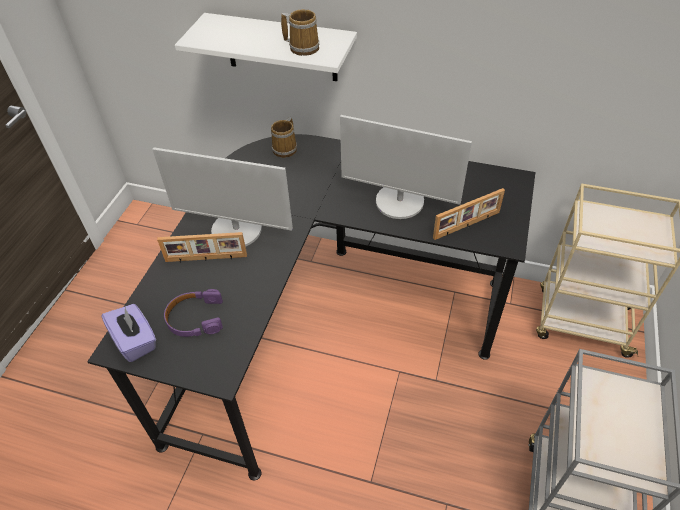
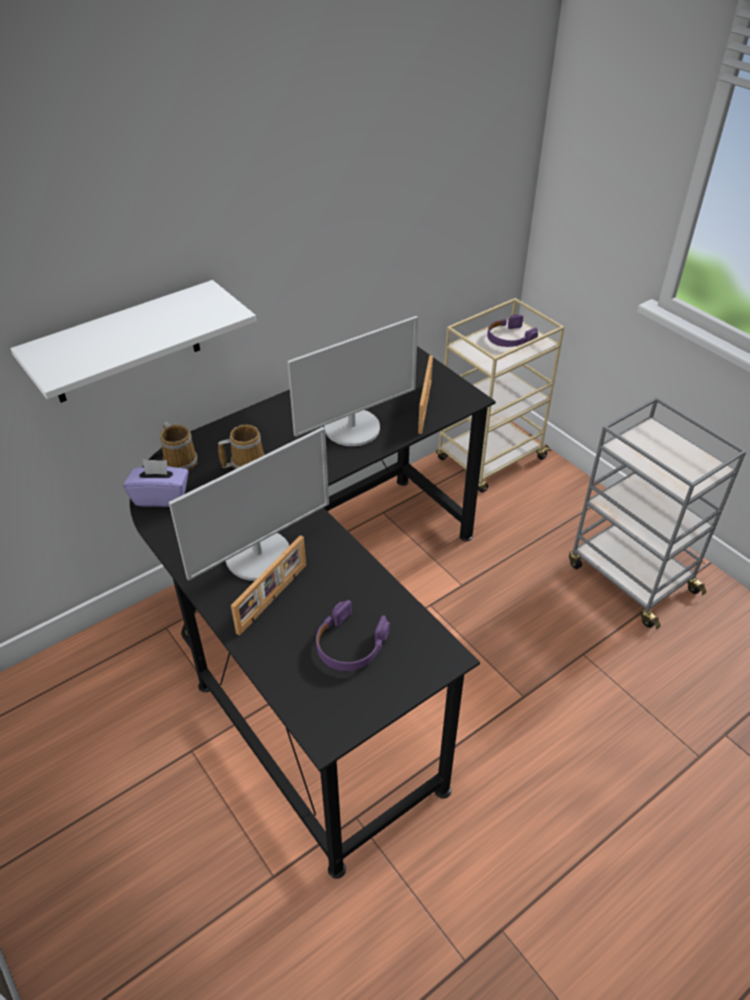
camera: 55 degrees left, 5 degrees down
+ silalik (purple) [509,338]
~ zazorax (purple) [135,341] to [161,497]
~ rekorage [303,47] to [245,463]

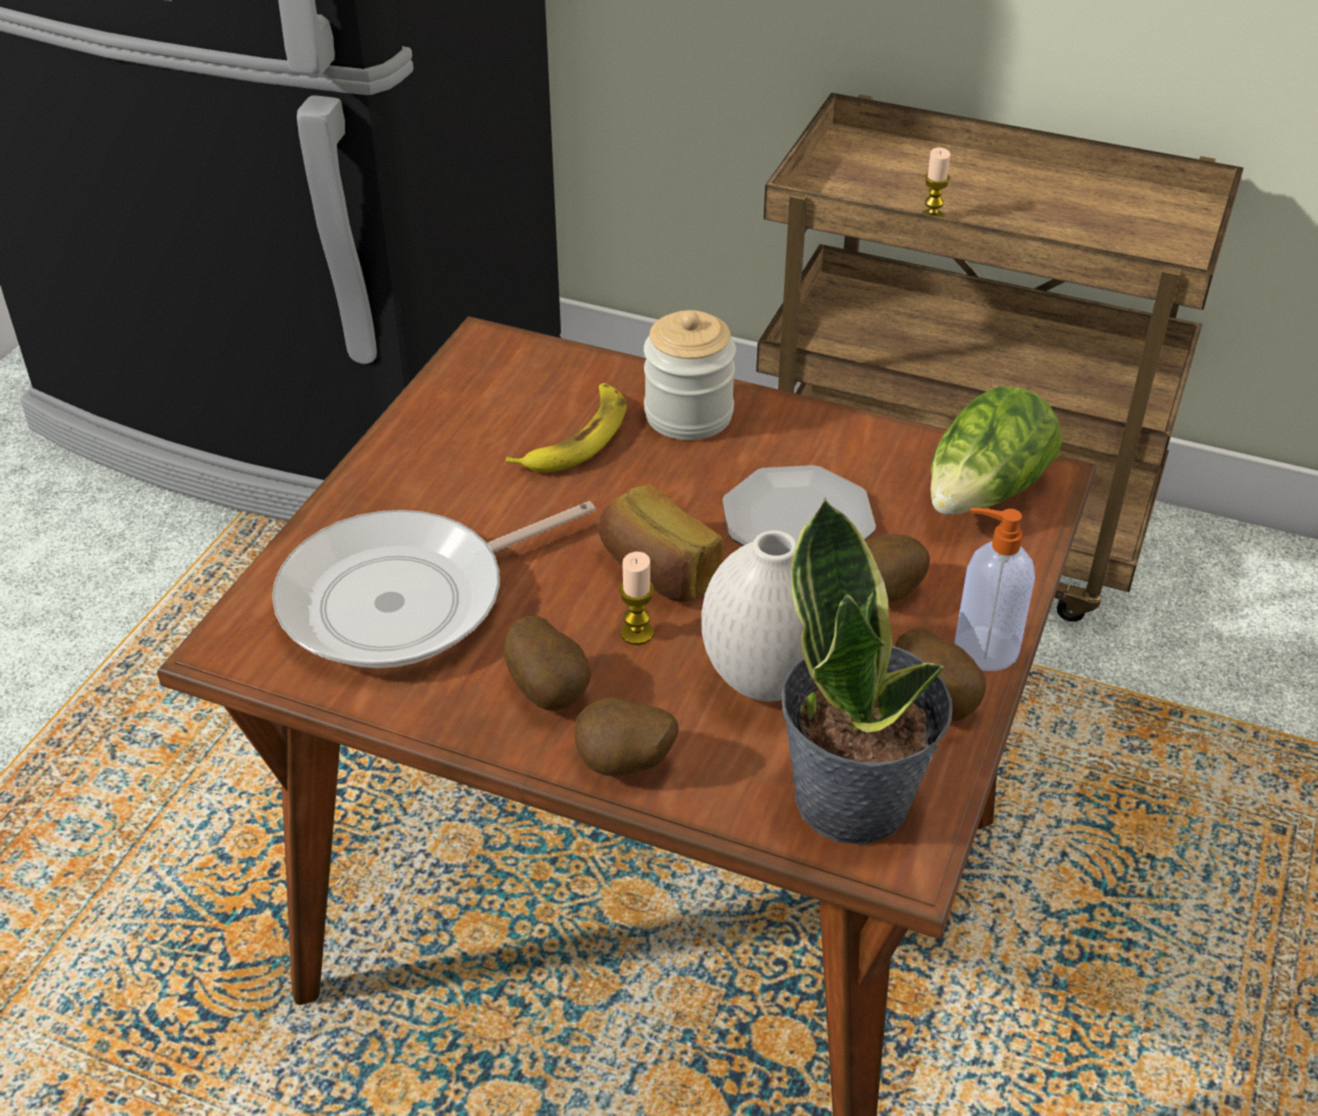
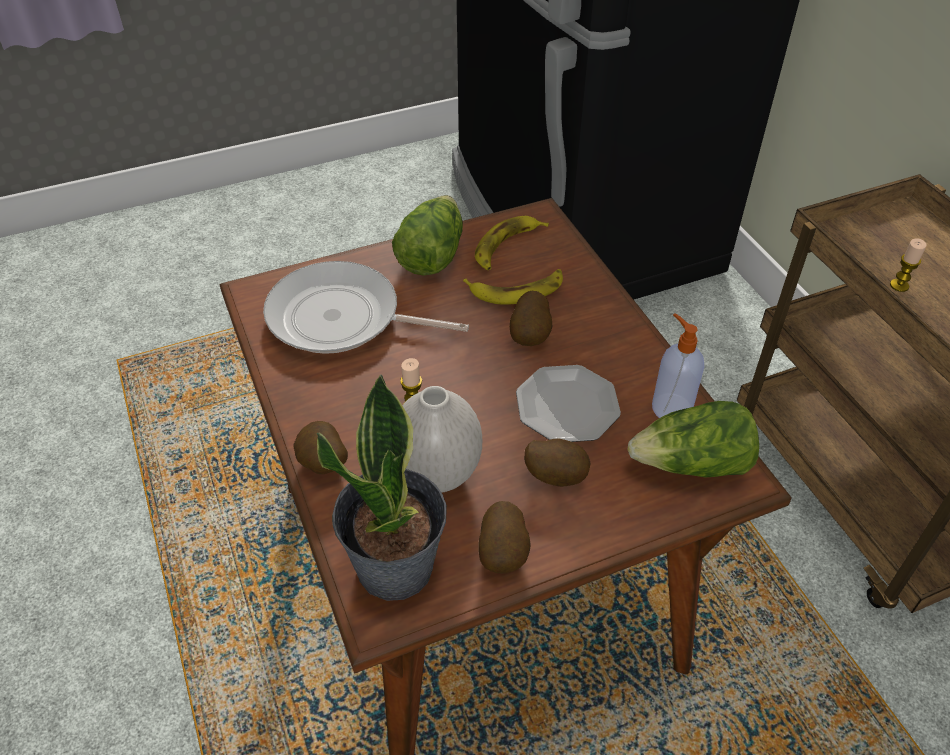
camera: 45 degrees right, 5 degrees up
- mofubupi [657,571]
- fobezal [688,415]
+ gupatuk [431,254]
+ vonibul [506,247]
~ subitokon [550,691] to [531,336]
~ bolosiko [983,649] to [670,407]

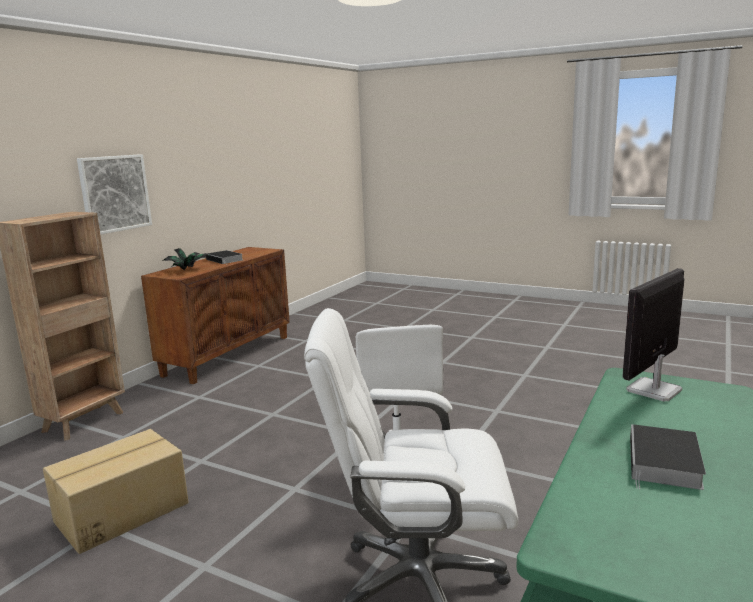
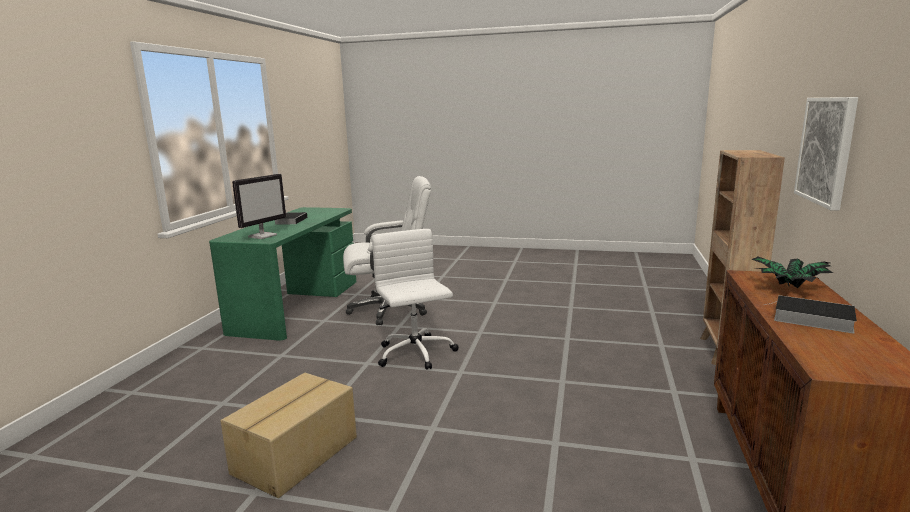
camera: 165 degrees right, 0 degrees up
~ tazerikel [121,512] to [297,455]

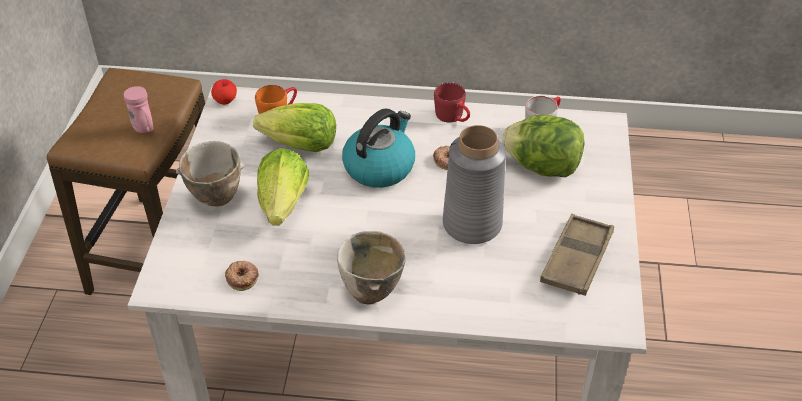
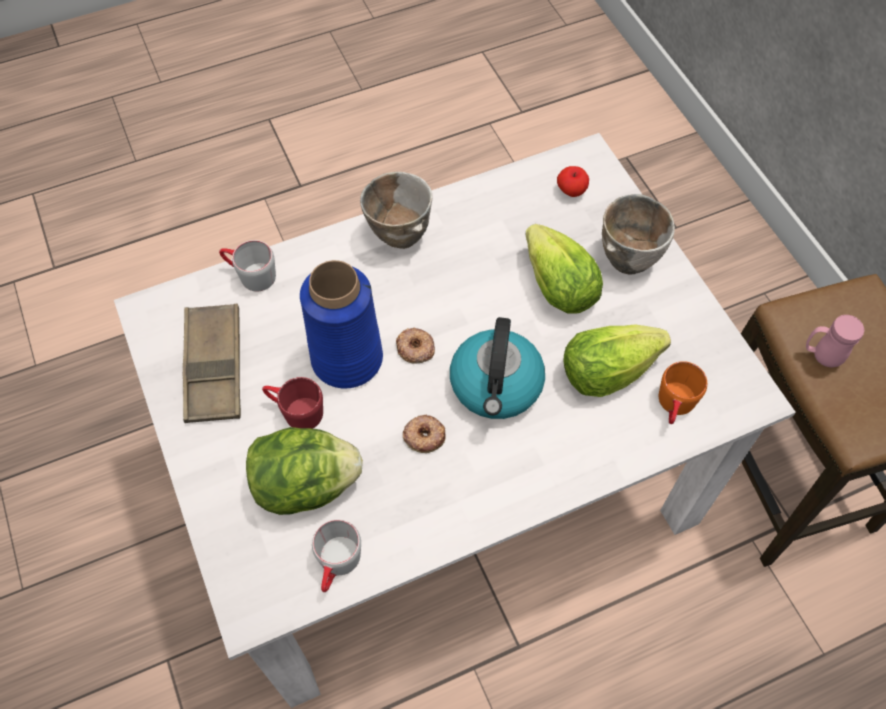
camera: 150 degrees right, 15 degrees up
+ rekorage (grey) [250,275]
~ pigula [225,101] to [571,191]
~ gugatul [242,277] to [415,348]
~ rekorage (red) [453,117] to [295,411]
~ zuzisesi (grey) [472,224] to zuzisesi (blue) [346,358]

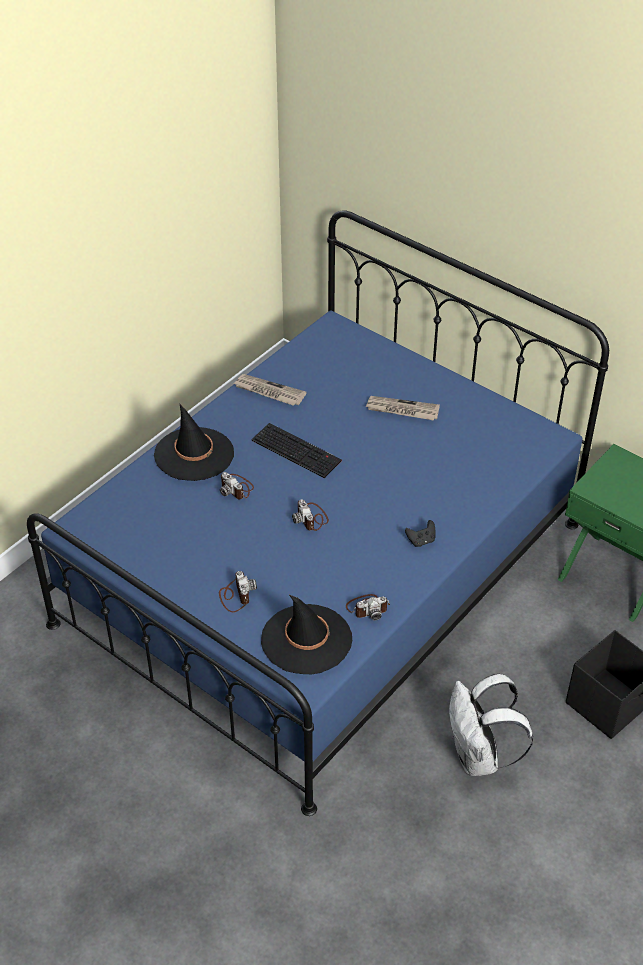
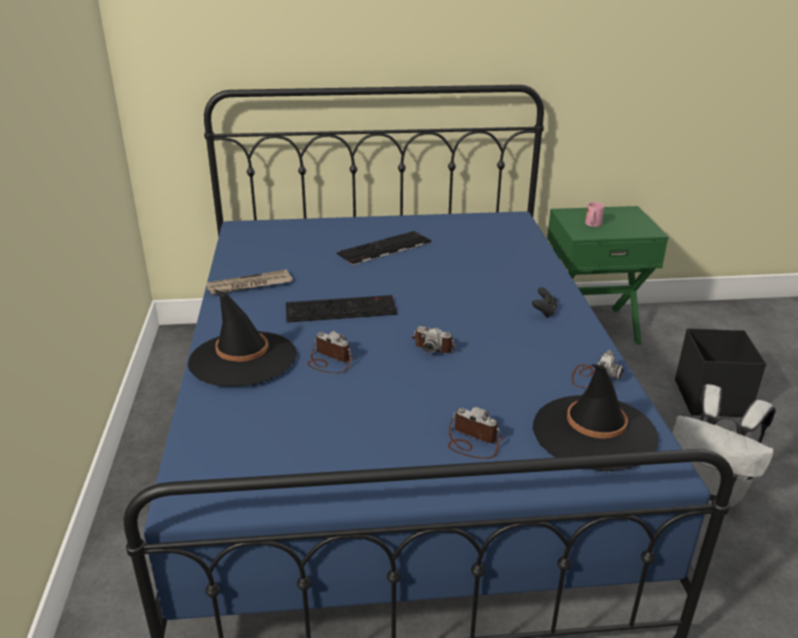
camera: 45 degrees left, 15 degrees down
+ rekorage (pink) [592,225]
~ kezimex [402,410] to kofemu [384,249]
~ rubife [236,488] = [329,361] 150 degrees counterclockwise

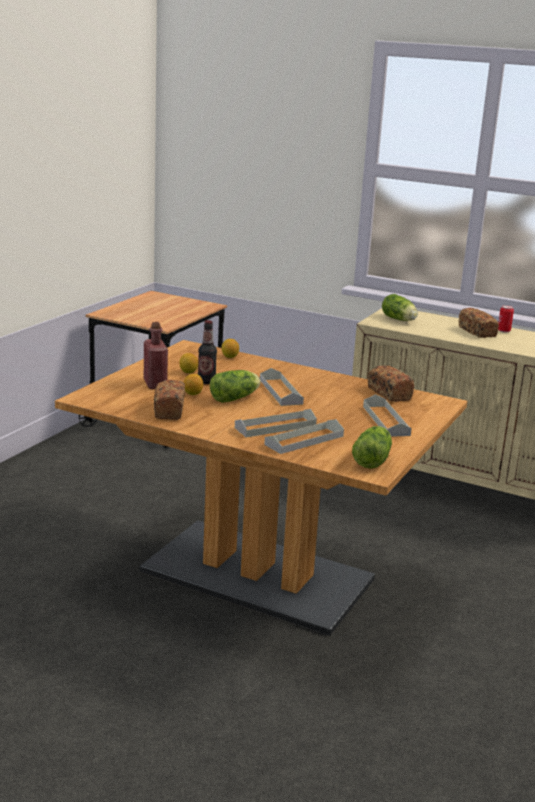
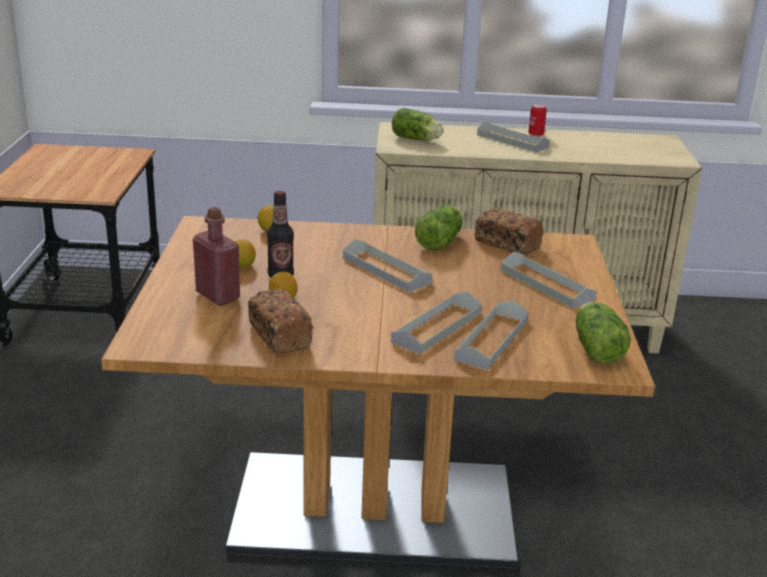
camera: 25 degrees left, 5 degrees up
~ gupatuk [236,398] to [441,241]
~ mofubupi [477,332] to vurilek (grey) [512,141]

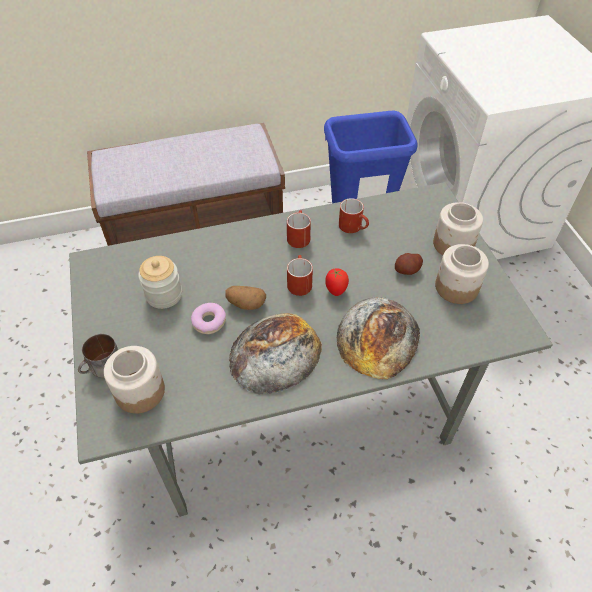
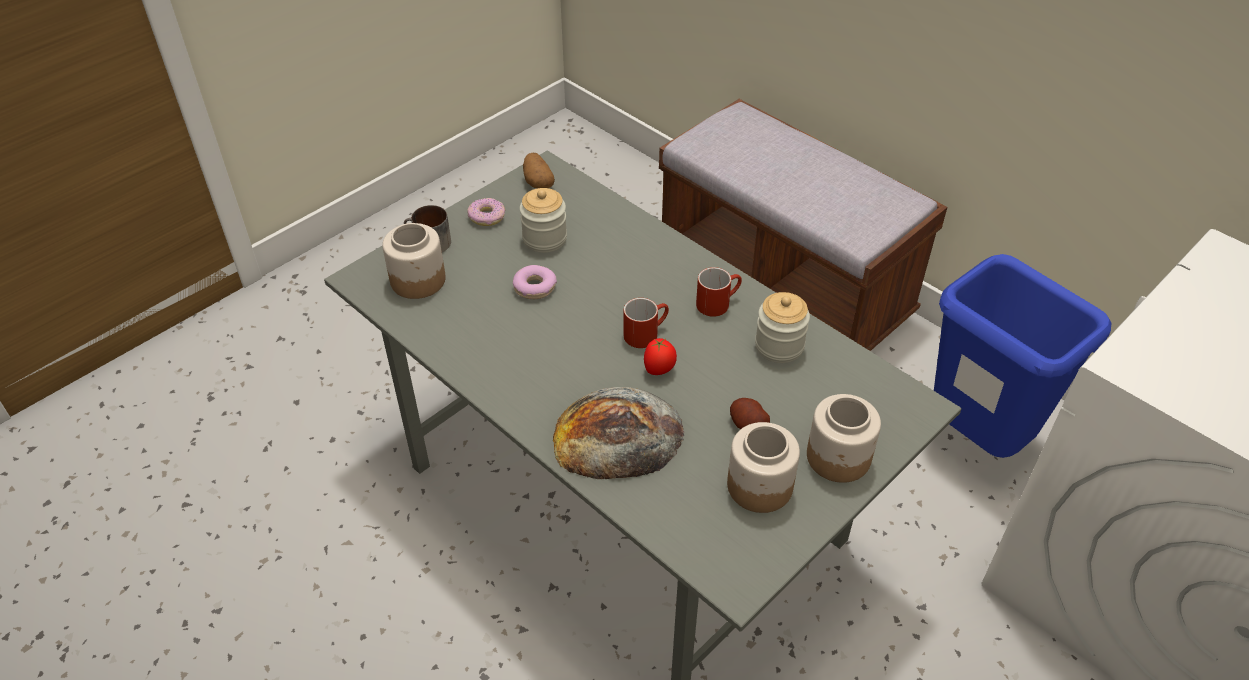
camera: 60 degrees right, 5 degrees down
- mofubupi [275,352]
+ gugatul [487,216]
~ subitokon [245,304] to [538,181]
~ rekorage (red) [354,227] to fobezal [779,346]

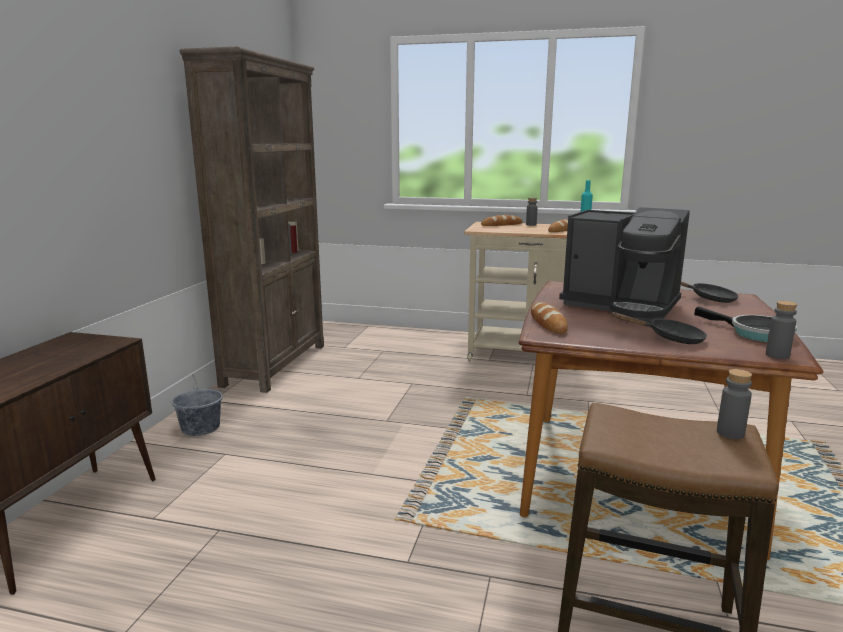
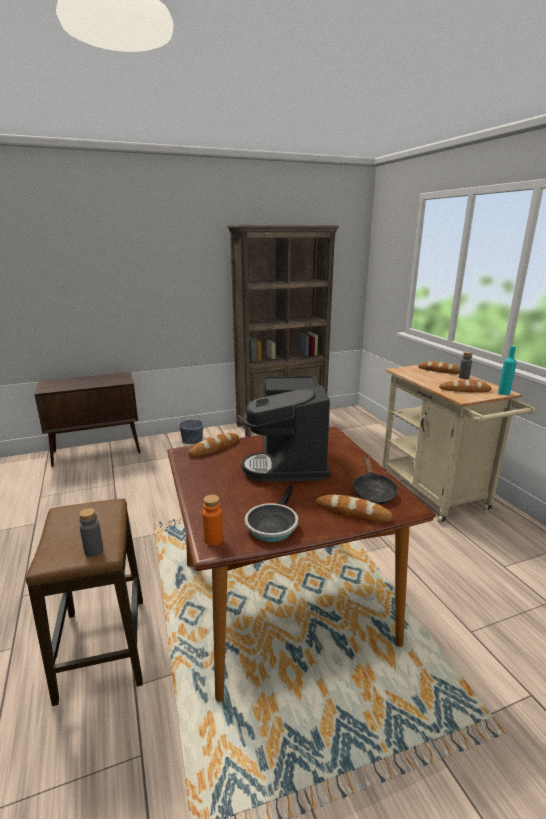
camera: 55 degrees right, 5 degrees up
- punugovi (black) [669,338]
+ mofubupi [353,512]
~ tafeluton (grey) [777,355] to tafeluton (orange) [213,540]

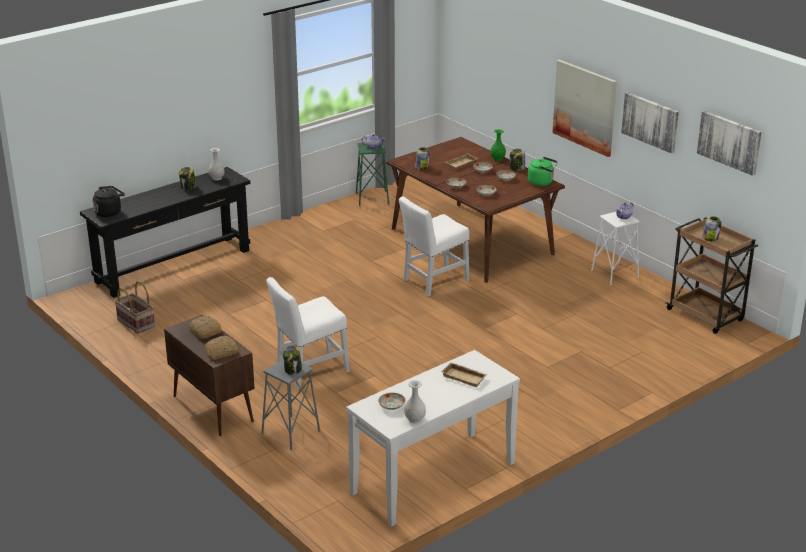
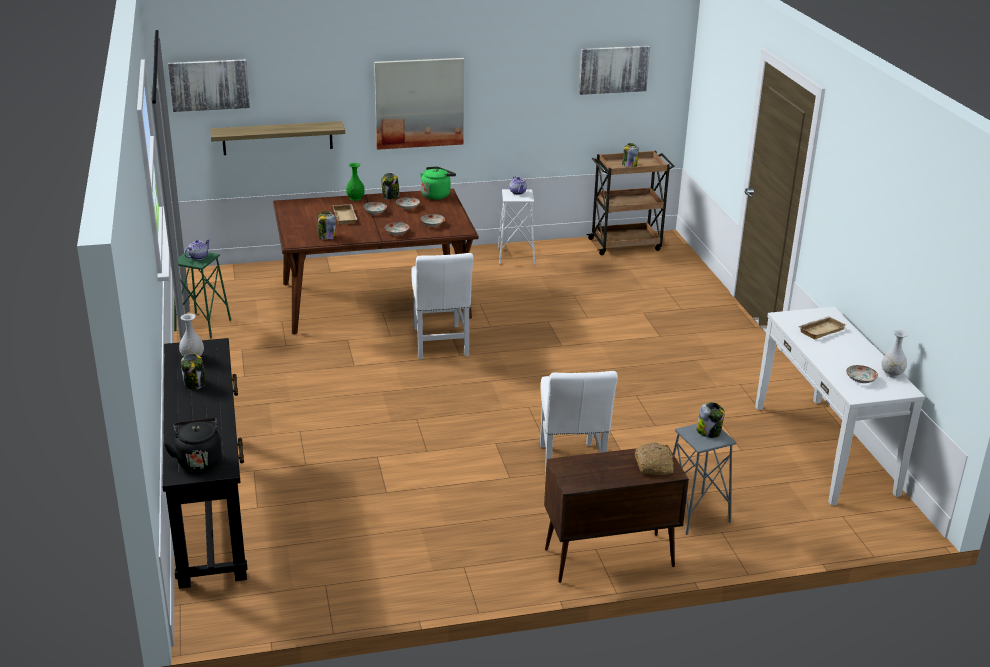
camera: 65 degrees left, 0 degrees up
- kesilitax [135,323]
- mofubupi [205,331]
+ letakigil [277,138]
~ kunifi [650,122] to [209,84]

